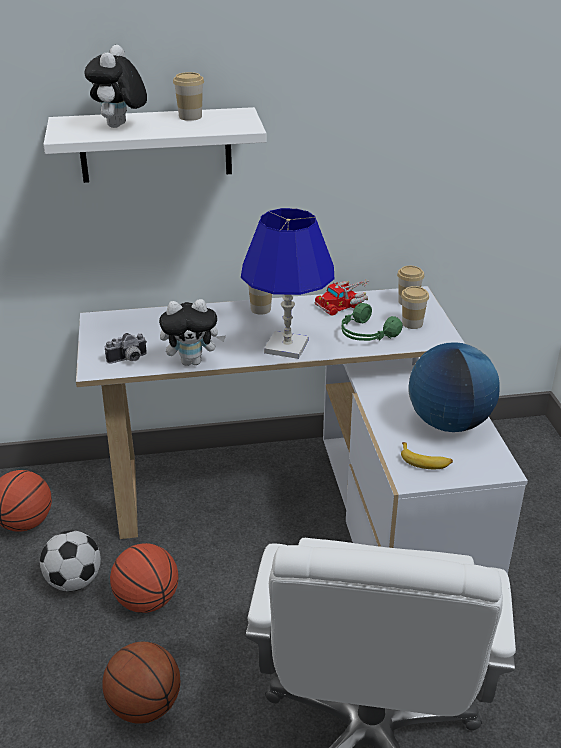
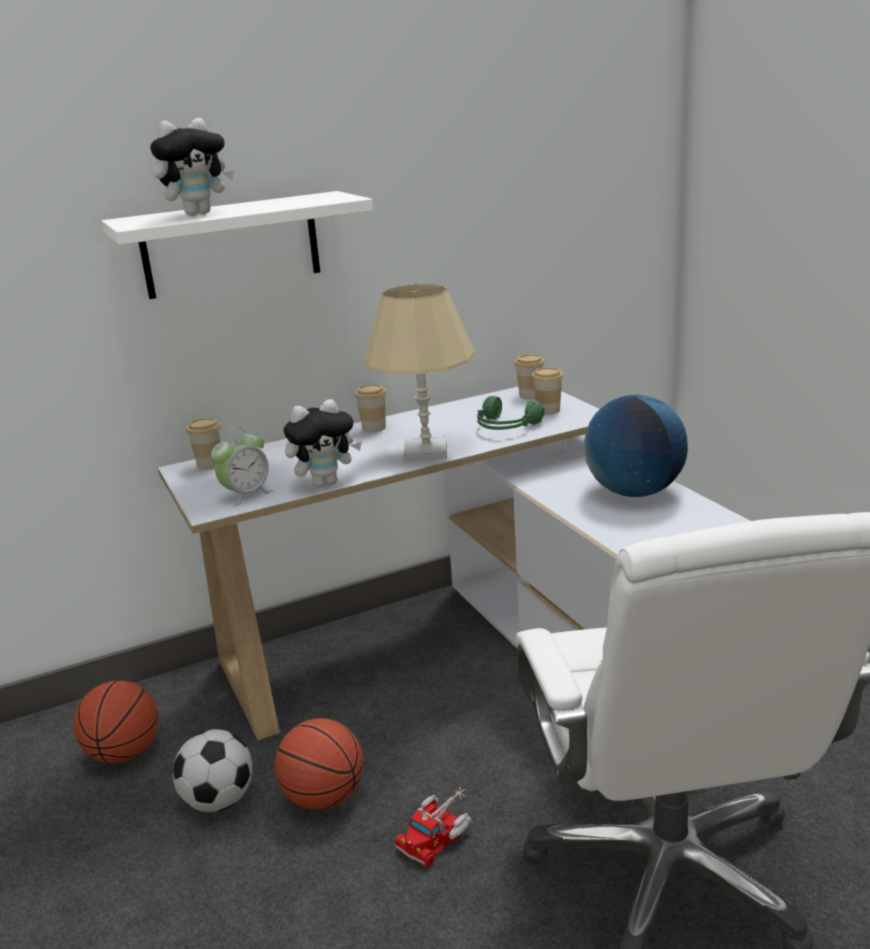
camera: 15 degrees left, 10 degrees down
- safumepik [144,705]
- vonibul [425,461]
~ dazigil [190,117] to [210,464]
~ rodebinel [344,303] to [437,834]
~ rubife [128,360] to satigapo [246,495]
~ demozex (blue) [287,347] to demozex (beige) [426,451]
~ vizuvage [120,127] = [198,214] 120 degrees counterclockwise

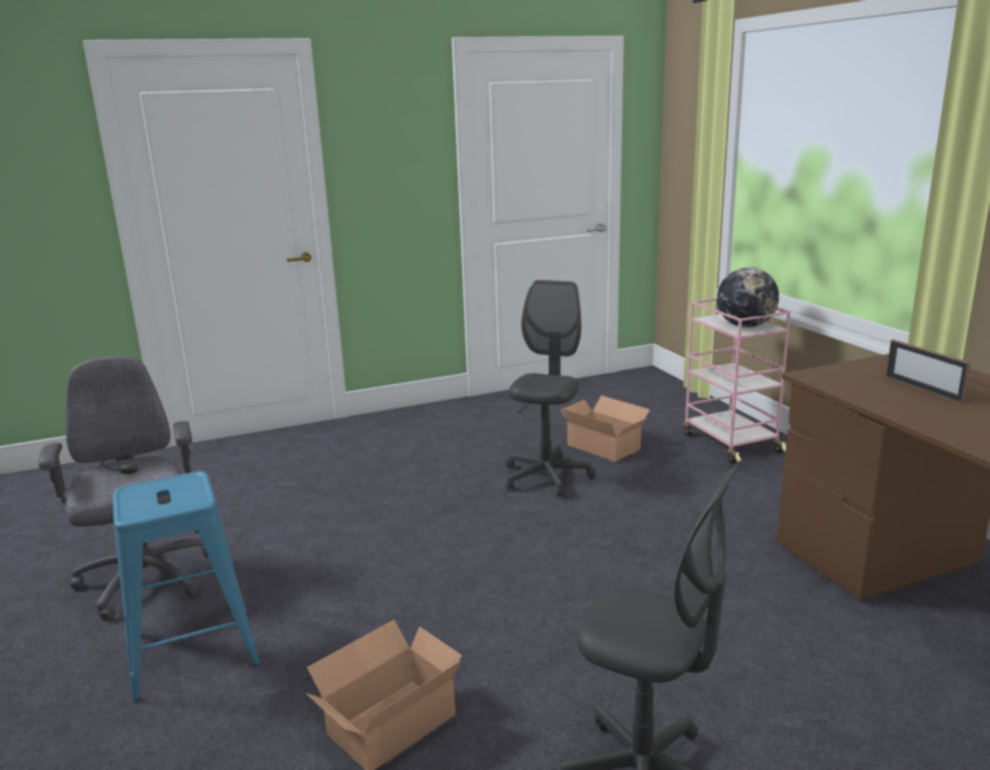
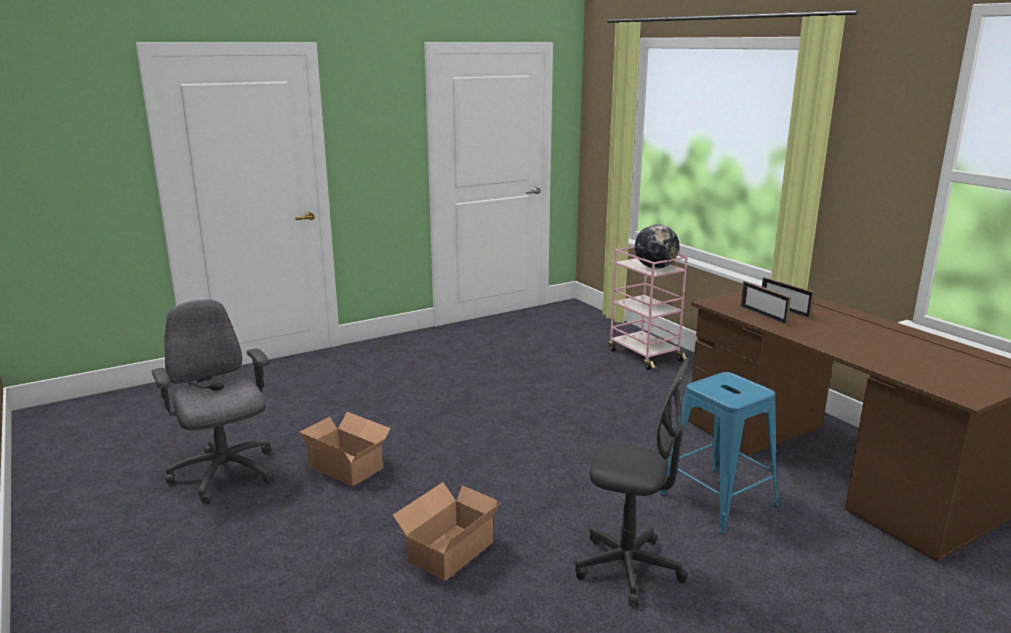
camera: 10 degrees left, 0 degrees up
- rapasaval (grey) [546,477]
+ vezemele [763,315]
~ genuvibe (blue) [193,648] to [719,500]
~ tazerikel [604,445] to [346,466]

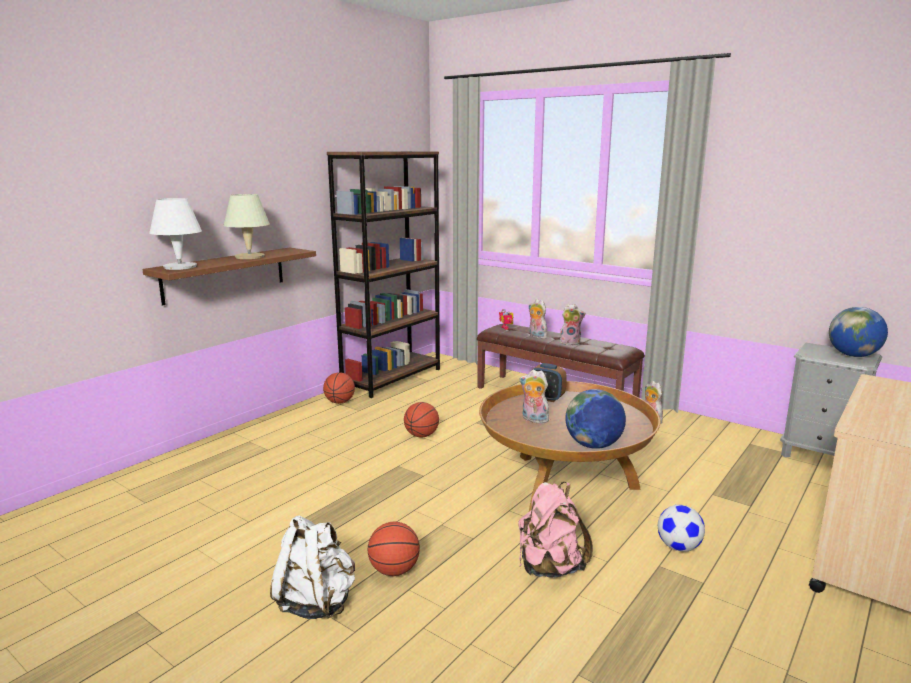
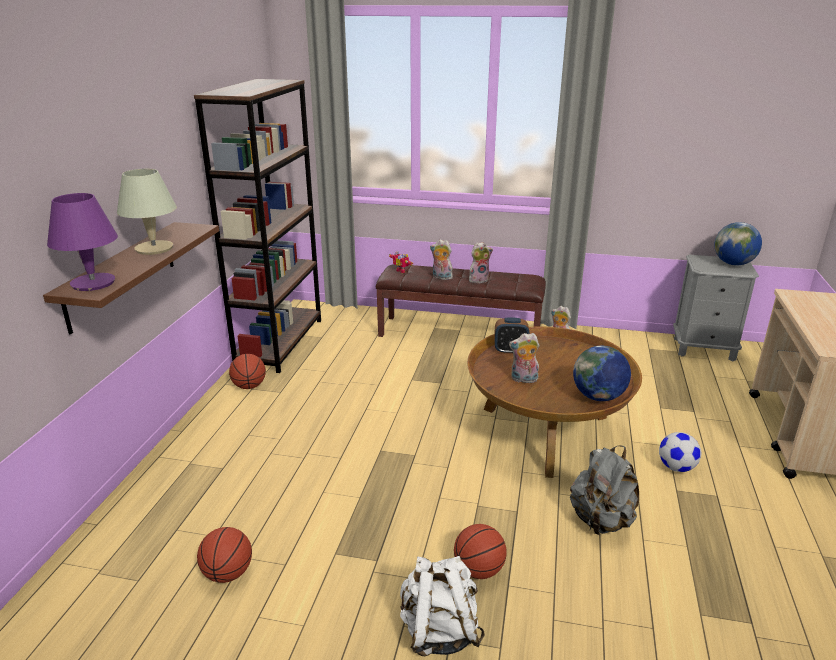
camera: 25 degrees left, 10 degrees up
~ safumepik [421,435] to [228,573]
~ demozex (white) [180,267] to demozex (purple) [93,283]
~ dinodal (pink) [549,568] to dinodal (grey) [601,521]

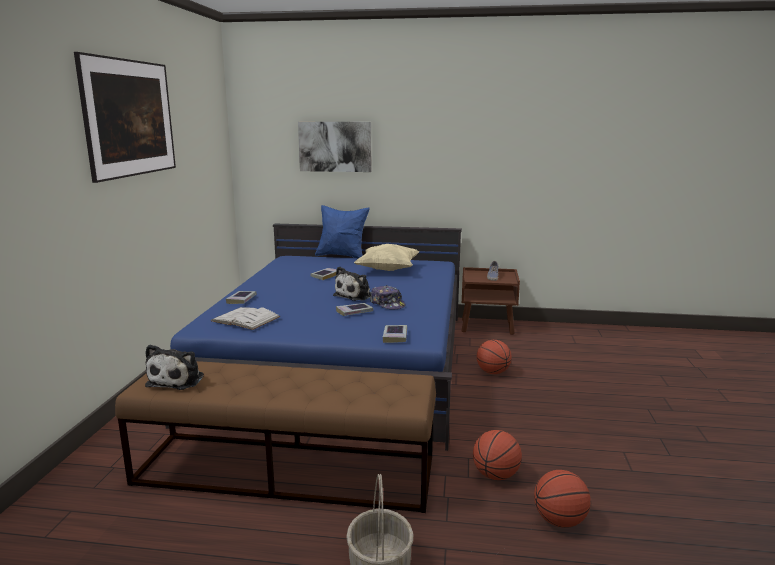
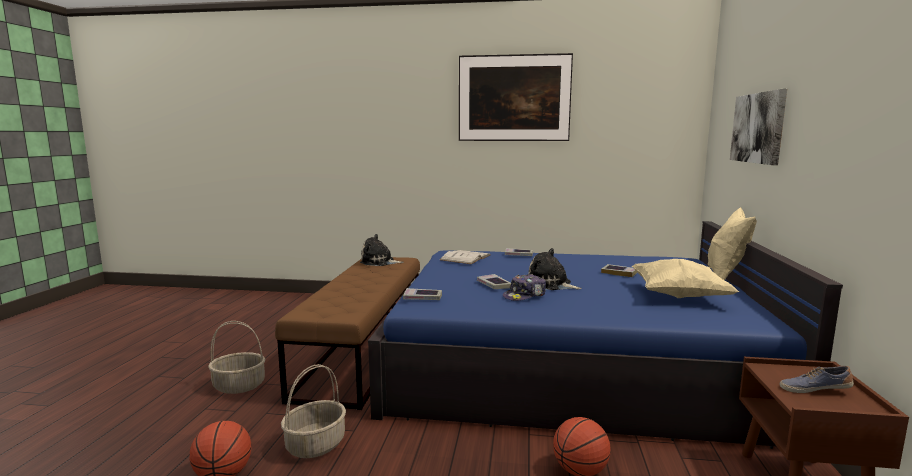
camera: 90 degrees right, 5 degrees down
~ safumepik [495,475] to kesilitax [316,444]
~ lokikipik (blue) [342,256] to lokikipik (beige) [726,277]

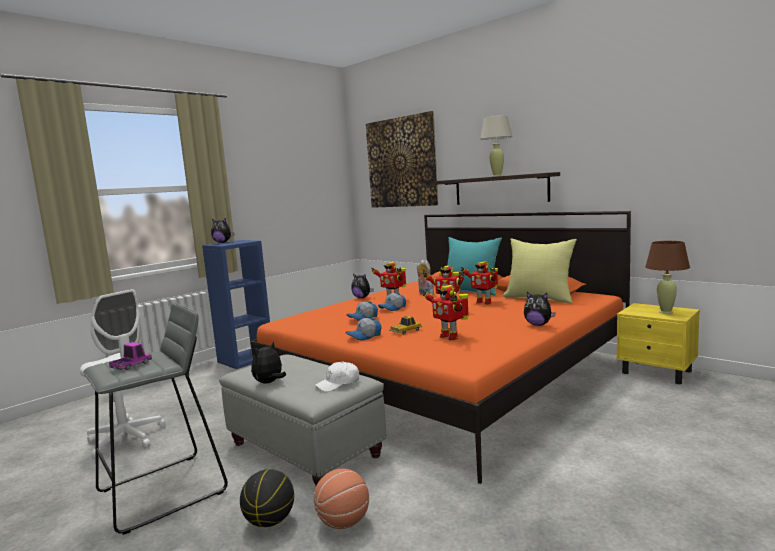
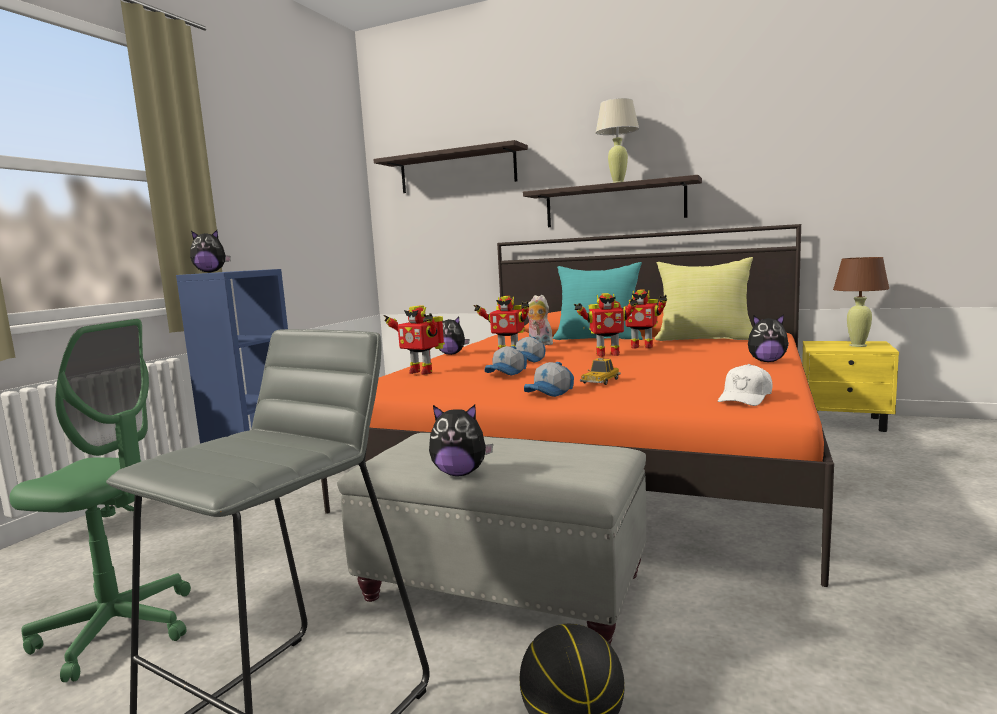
camera: 20 degrees left, 0 degrees up
- rodebinel [131,365]
- safumepik [343,522]
~ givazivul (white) [338,384] to [745,398]
~ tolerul [449,336] to [421,372]
~ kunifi [401,162] to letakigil [457,170]
~ rapasaval (white) [126,439] to rapasaval (green) [117,631]
~ vizuvage [269,383] = [460,473] 105 degrees counterclockwise

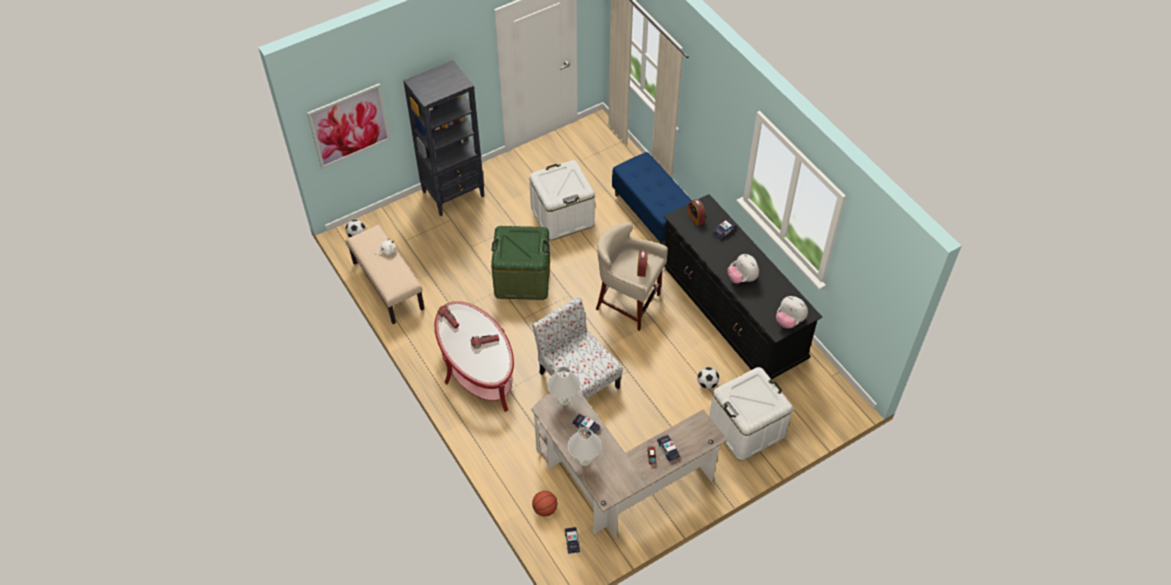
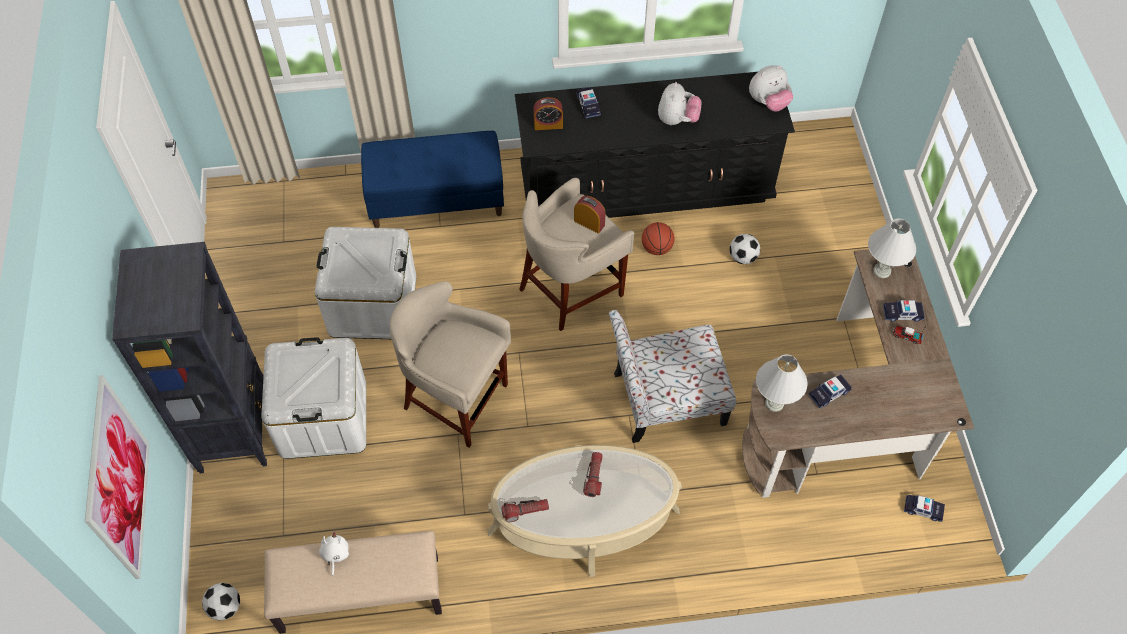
camera: 65 degrees left, 5 degrees up
~ safumepik [545,509] to [657,248]
~ demozex (white) [585,460] to [882,270]
~ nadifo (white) [746,428] to [323,418]
~ nadifo (green) [522,278] to genuvibe (beige) [456,399]
~ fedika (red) [476,367] to fedika (beige) [584,521]
~ vizuvage [742,278] = [677,120] 75 degrees counterclockwise

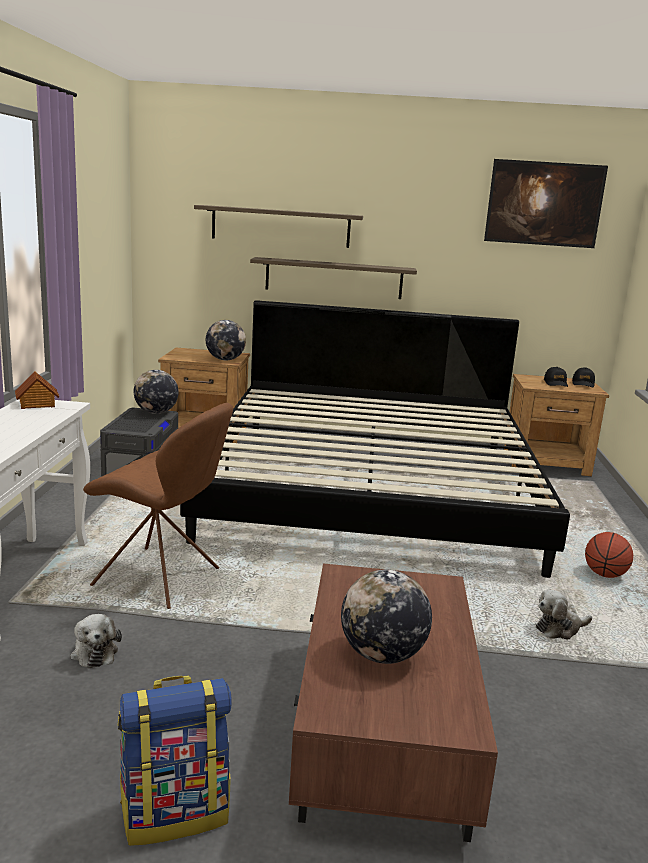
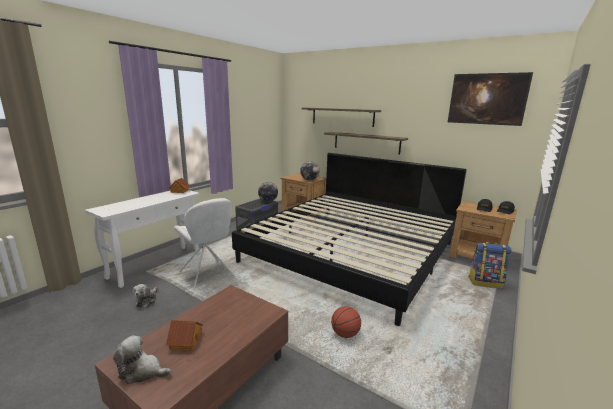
camera: 30 degrees right, 0 degrees up
~ dinodal [175,812] to [485,282]
~ vizuvage [559,629] to [142,371]
~ safumepik [604,574] to [345,334]
~ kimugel [382,655] to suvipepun [185,341]
~ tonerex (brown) [160,578] to tonerex (white) [207,275]

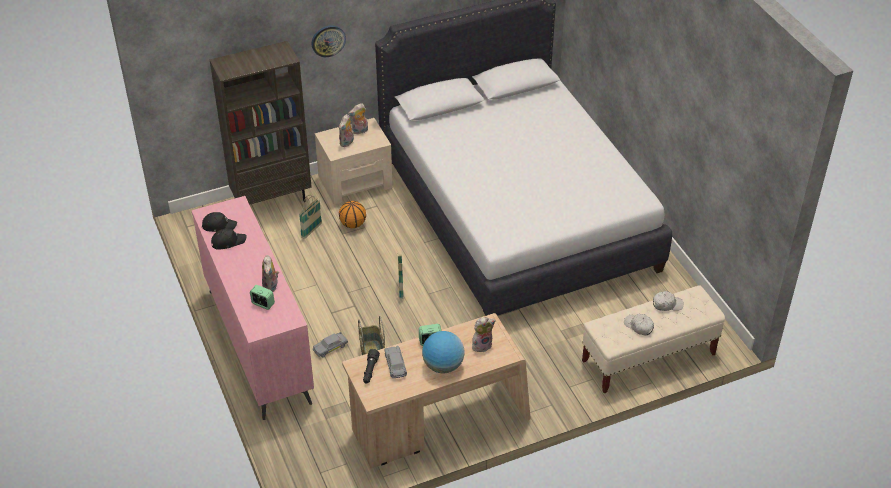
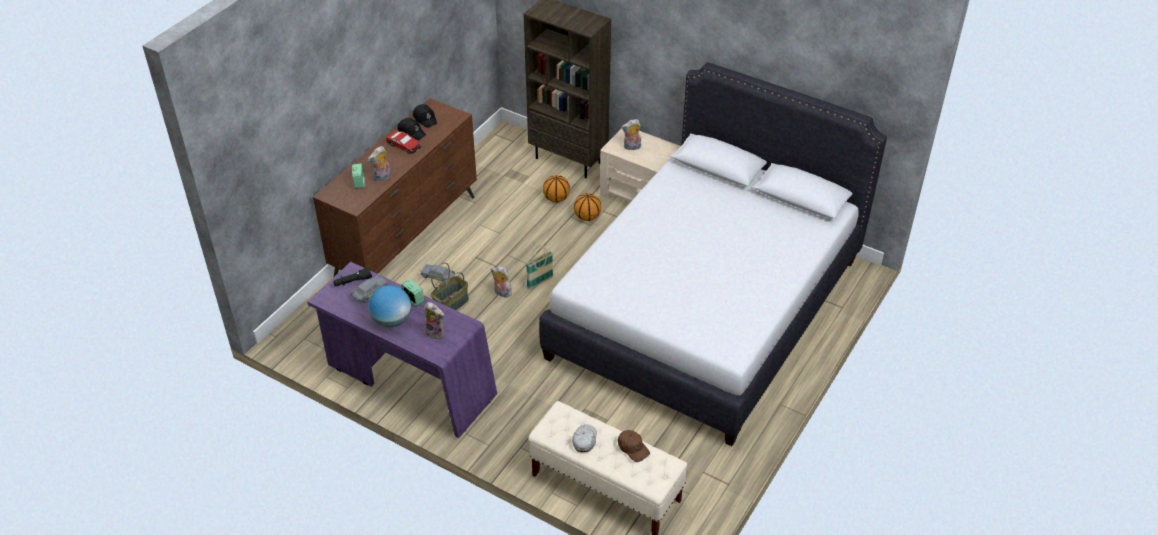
camera: 55 degrees right, 0 degrees up
- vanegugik [328,40]
+ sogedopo [404,145]
~ vizuvage [359,131] to [501,293]
~ kesilitax [311,230] to safumepik [556,198]
~ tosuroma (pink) [259,344] to tosuroma (brown) [407,237]
~ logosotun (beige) [439,423] to logosotun (purple) [408,382]
~ givazivul (white) [667,304] to givazivul (brown) [633,448]

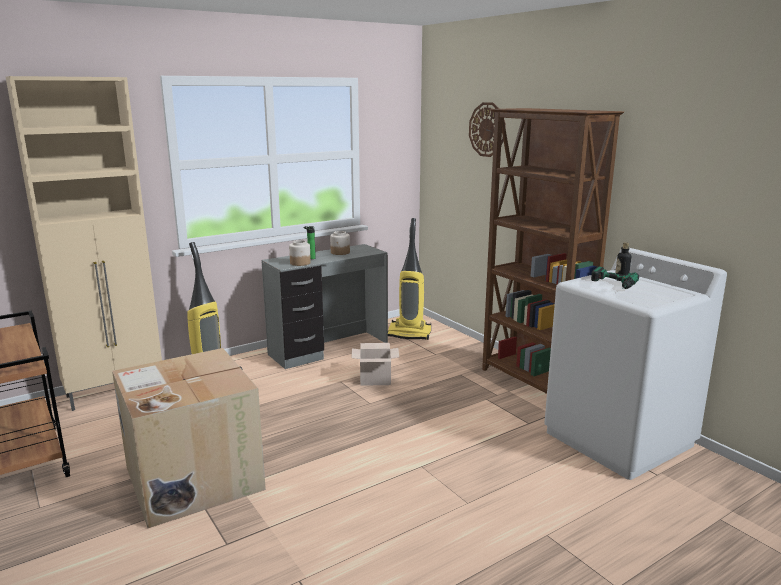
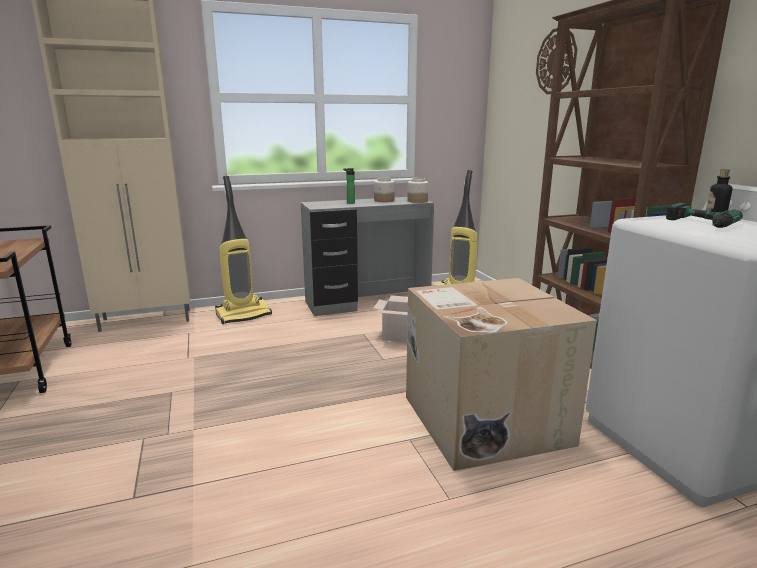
camera: 15 degrees right, 0 degrees up
~ tazerikel [191,478] to [482,419]
~ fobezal [300,263] to [417,201]

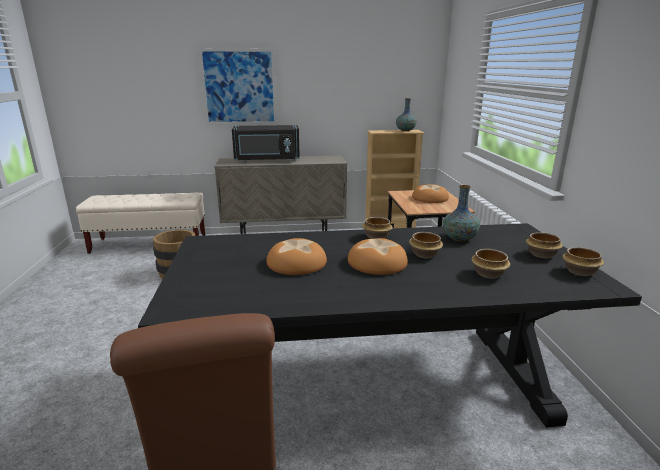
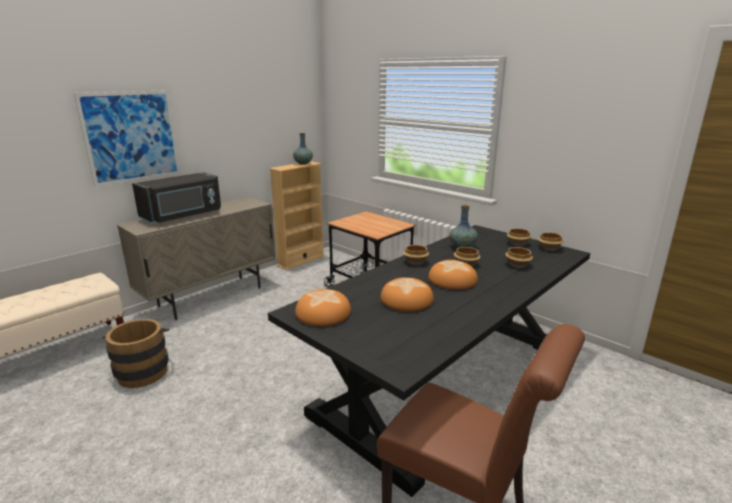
camera: 40 degrees left, 0 degrees up
~ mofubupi [430,198] to [322,312]

